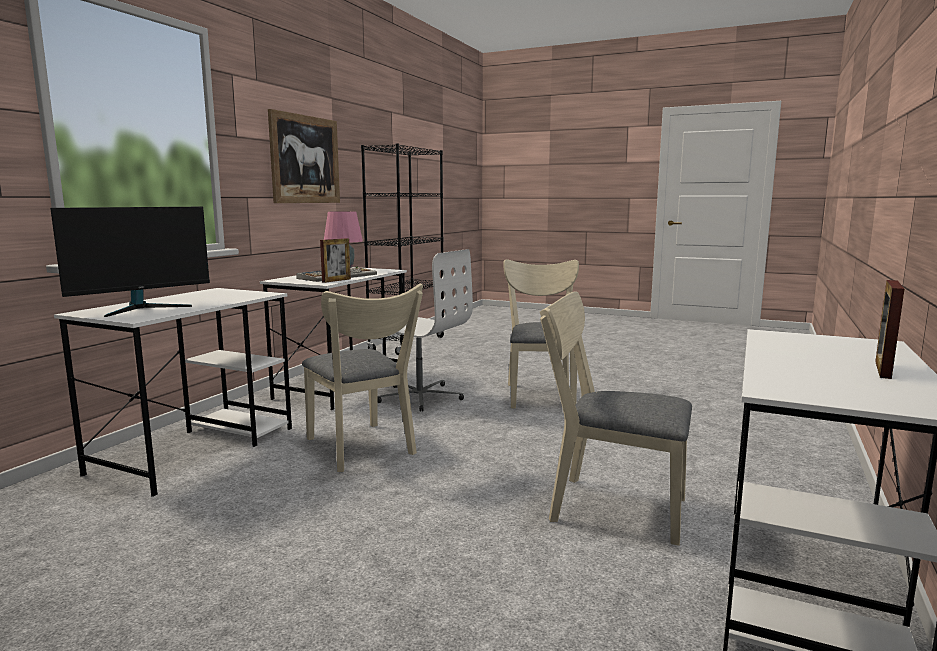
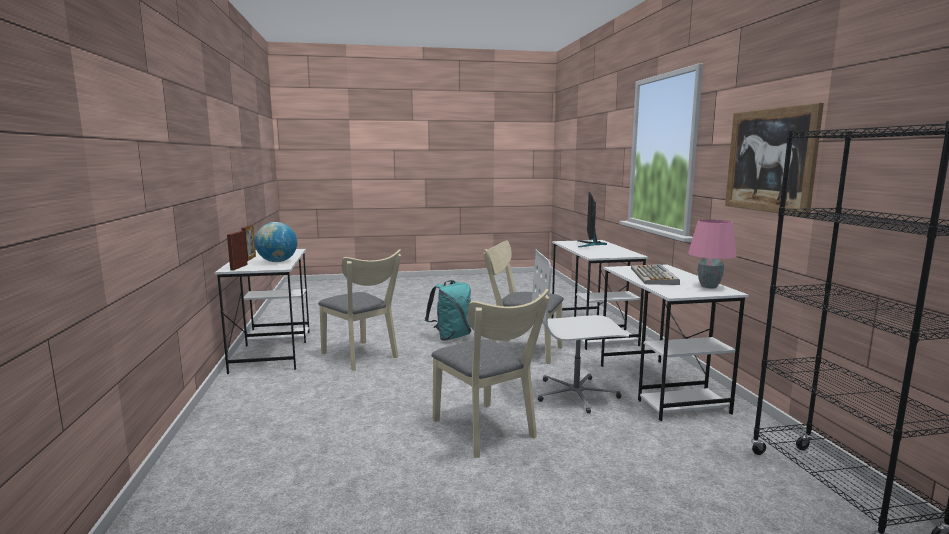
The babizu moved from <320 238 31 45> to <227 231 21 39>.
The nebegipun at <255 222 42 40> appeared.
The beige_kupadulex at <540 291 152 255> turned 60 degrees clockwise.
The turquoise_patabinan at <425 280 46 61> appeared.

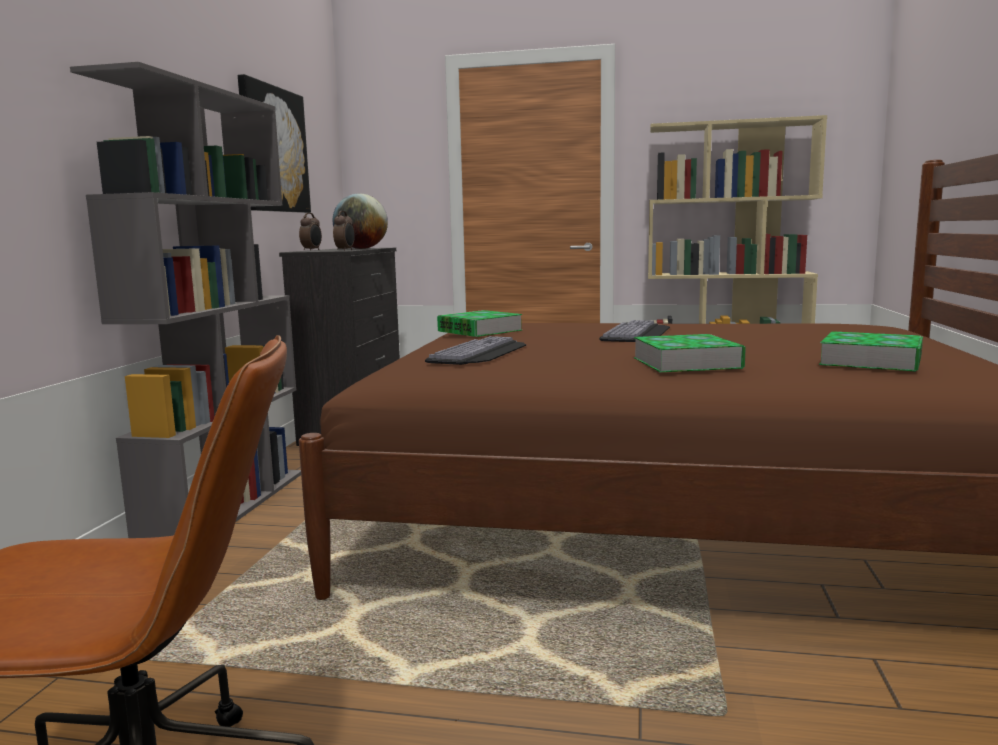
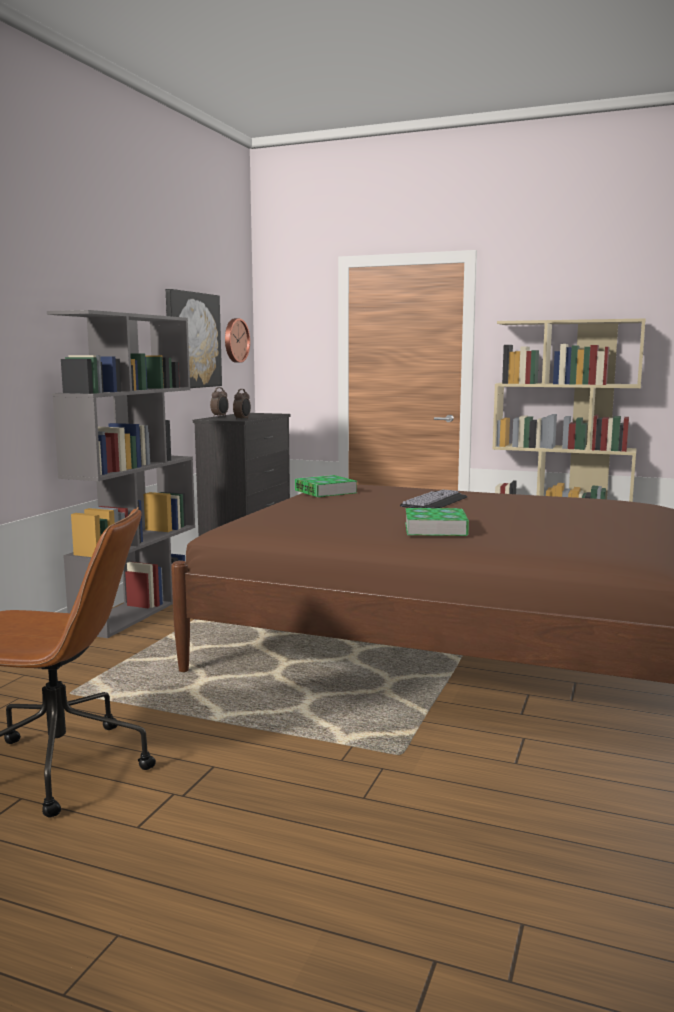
The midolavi at <225 318 25 45> appeared.
The nebegipun at <333 193 55 56> disappeared.
The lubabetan at <425 336 101 29> disappeared.
The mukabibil at <819 331 104 40> disappeared.

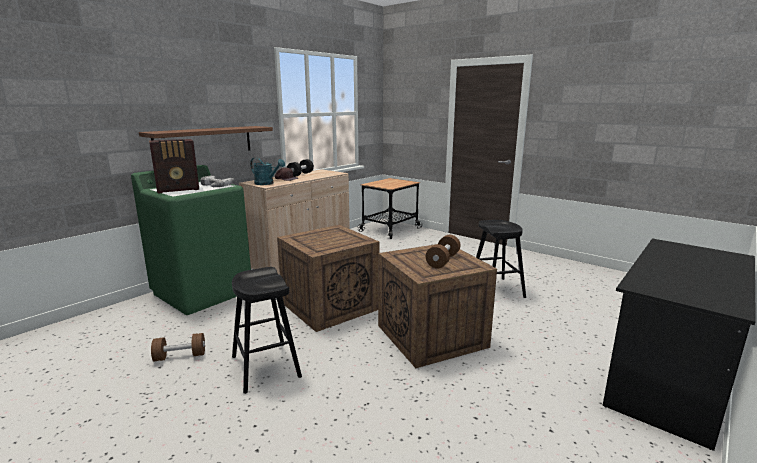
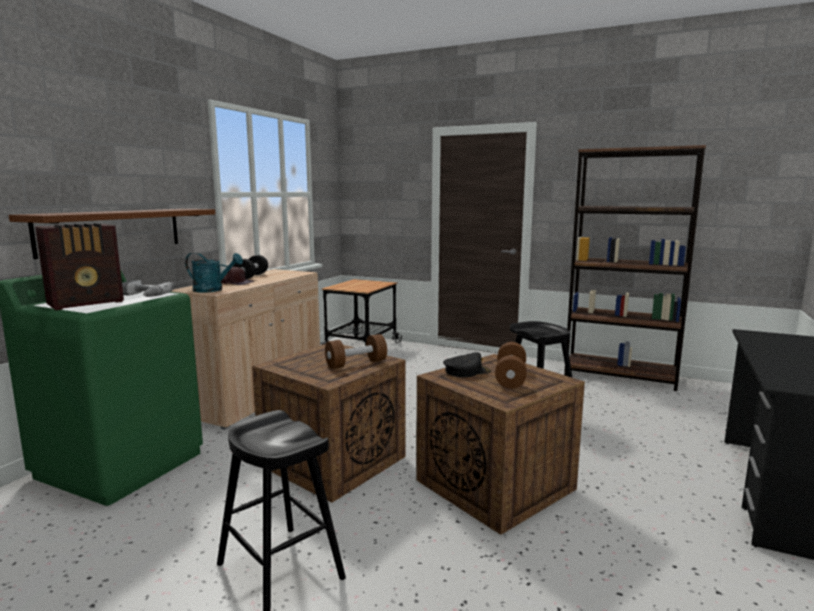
The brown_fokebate moved from <151 333 54 28> to <325 334 62 35>.
The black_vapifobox at <443 352 48 25> appeared.
The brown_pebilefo at <564 145 142 246> appeared.

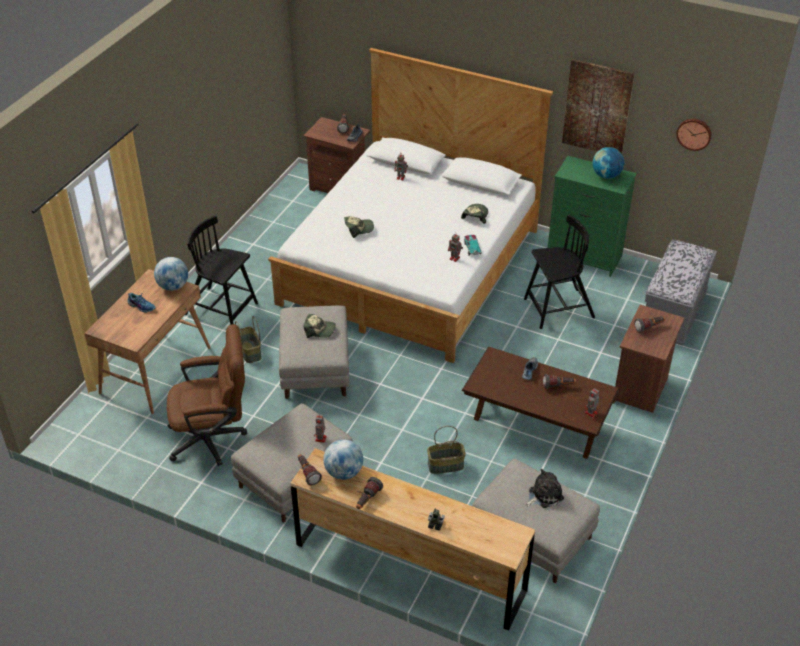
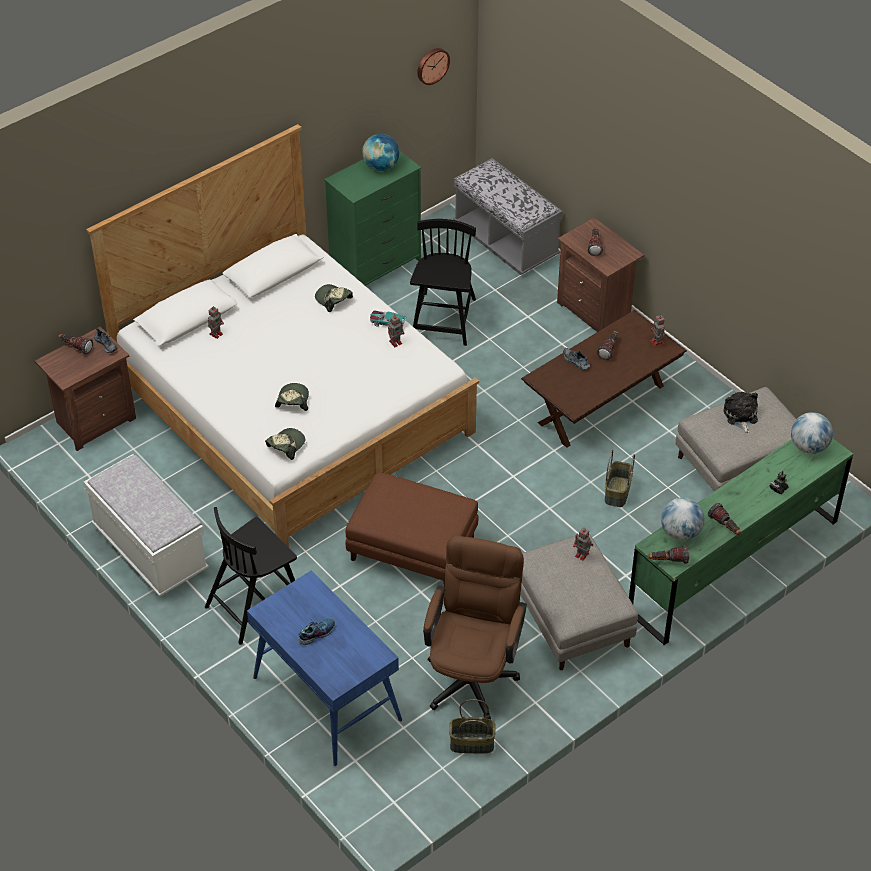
The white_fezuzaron at <84 454 125 143> appeared.
The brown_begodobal at <84 269 126 145> became the blue_begodobal at <247 570 155 196>.
The vapifobox moved from <303 314 33 24> to <265 428 40 32>.
The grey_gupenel at <279 305 70 94> became the brown_gupenel at <346 472 132 115>.
The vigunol moved from <235 316 27 47> to <449 699 47 54>.
The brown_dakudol at <290 448 245 182> became the green_dakudol at <629 438 224 207>.
The nebegipun moved from <154 257 34 34> to <791 412 42 42>.
The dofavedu at <562 59 73 95> disappeared.

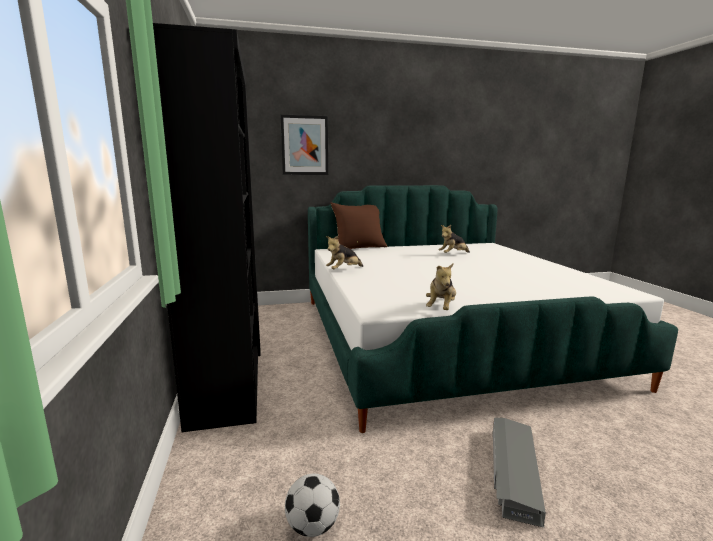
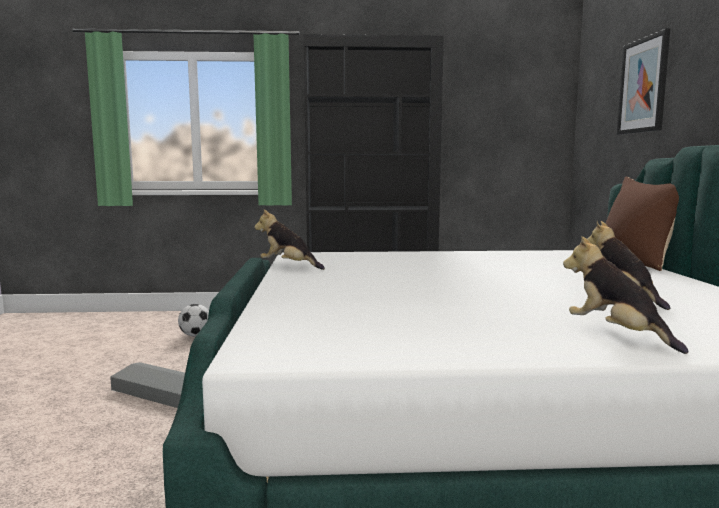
The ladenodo moved from <326 236 37 33> to <563 236 126 118>.

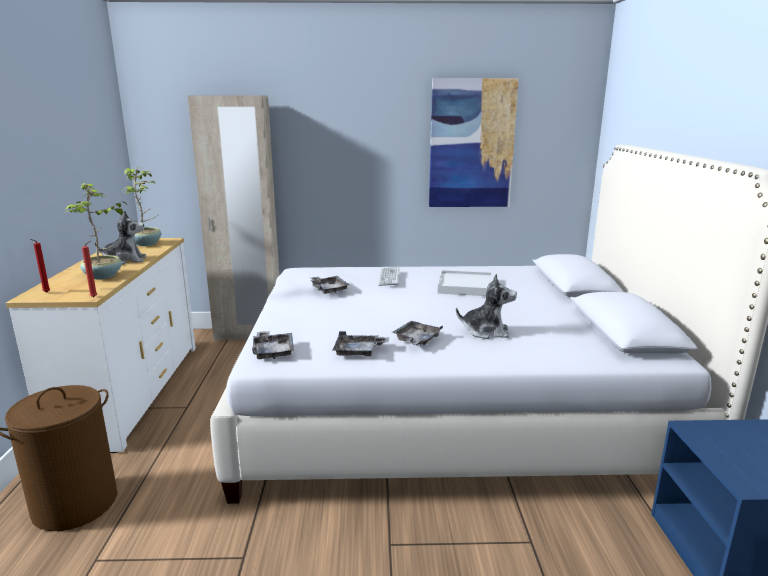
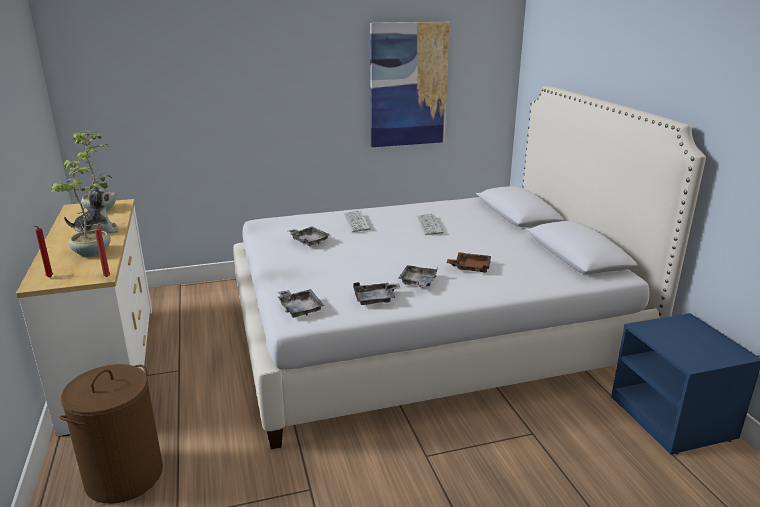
The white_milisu at <437 270 55 26> was replaced by the lubabetan at <417 213 27 22>.
The ladenodo at <456 274 61 65> was replaced by the brown_milisu at <447 252 44 21>.
The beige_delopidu at <188 95 91 246> disappeared.

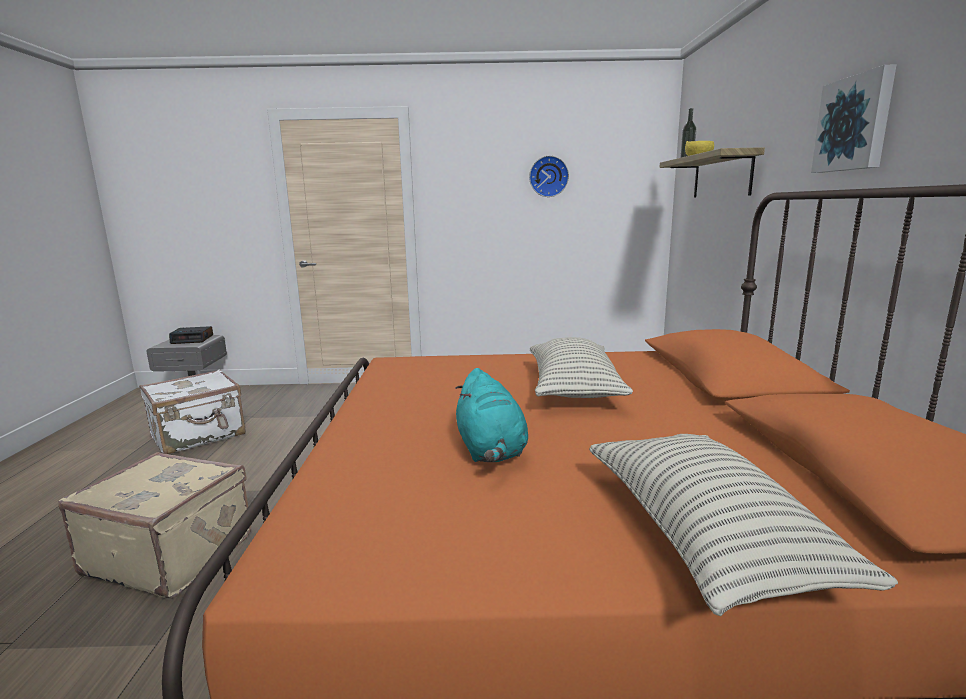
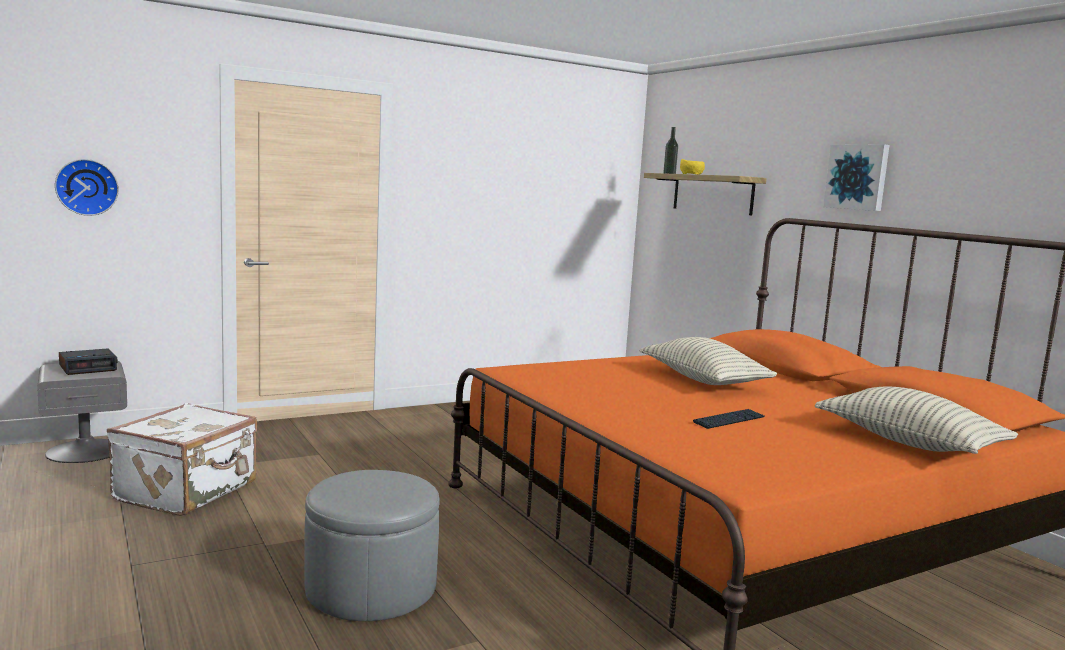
The midolavi moved from <529 156 40 41> to <55 159 64 57>.
The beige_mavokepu at <58 452 193 146> was replaced by the grey_gupenel at <304 470 136 151>.
The turquoise_ladenodo at <455 368 73 94> was replaced by the lubabetan at <693 409 72 20>.

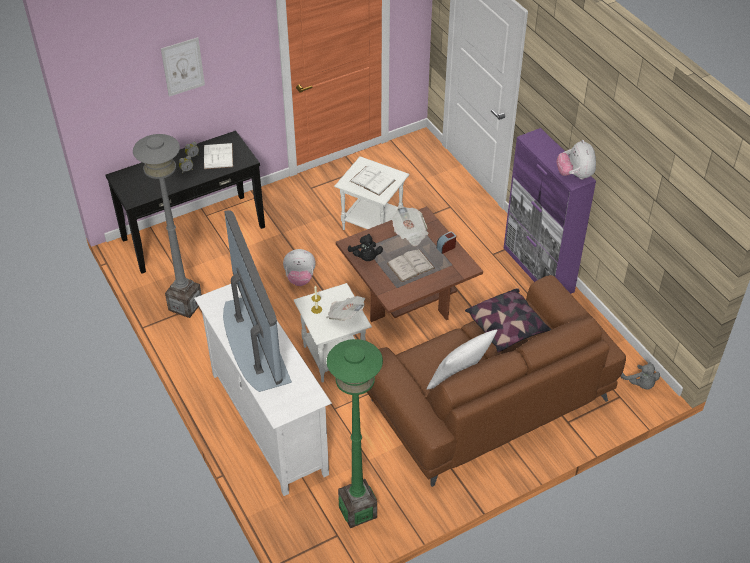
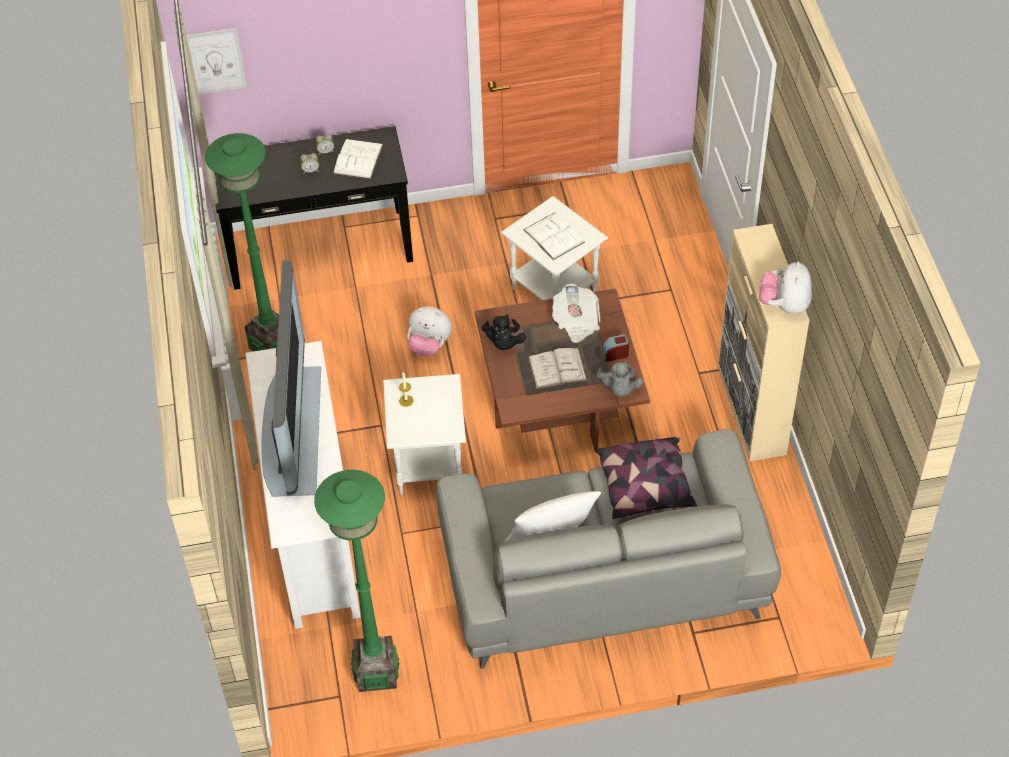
The dofavedu moved from <161 37 44 60> to <186 28 61 66>.
The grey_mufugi at <133 134 69 184> became the green_mufugi at <205 133 74 219>.
The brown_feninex at <367 275 259 212> became the grey_feninex at <435 429 346 240>.
The grey_ladenodo moved from <621 362 39 28> to <596 360 48 37>.
The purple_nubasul at <504 128 92 166> became the beige_nubasul at <717 224 93 237>.
The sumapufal at <326 296 39 25> disappeared.

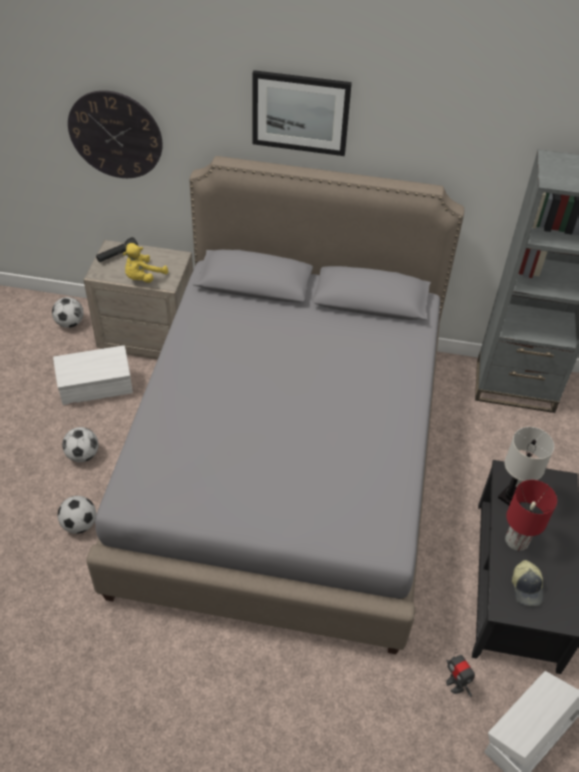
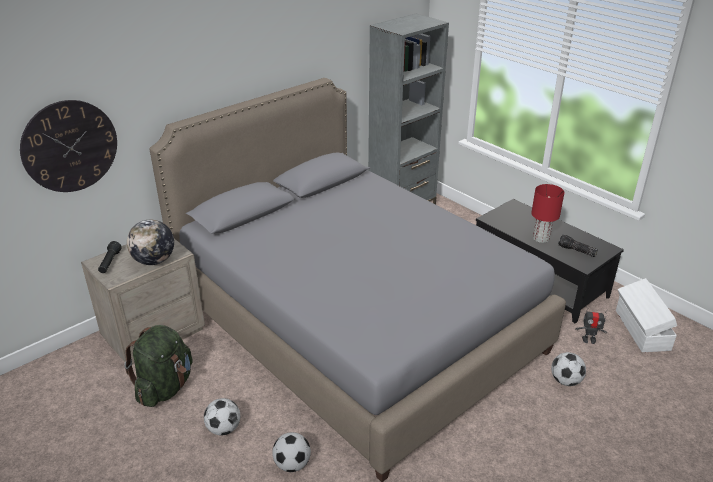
The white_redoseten at <53 345 80 60> was replaced by the green_patabinan at <124 325 68 82>.
The yellow_ladenodo at <123 243 45 40> was replaced by the nebegipun at <127 220 47 45>.
The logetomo moved from <52 297 32 31> to <551 352 35 34>.
The vapifobox at <512 560 31 46> was replaced by the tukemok at <558 234 40 23>.
The dofavedu at <253 70 99 86> disappeared.
The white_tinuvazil at <498 427 56 78> disappeared.

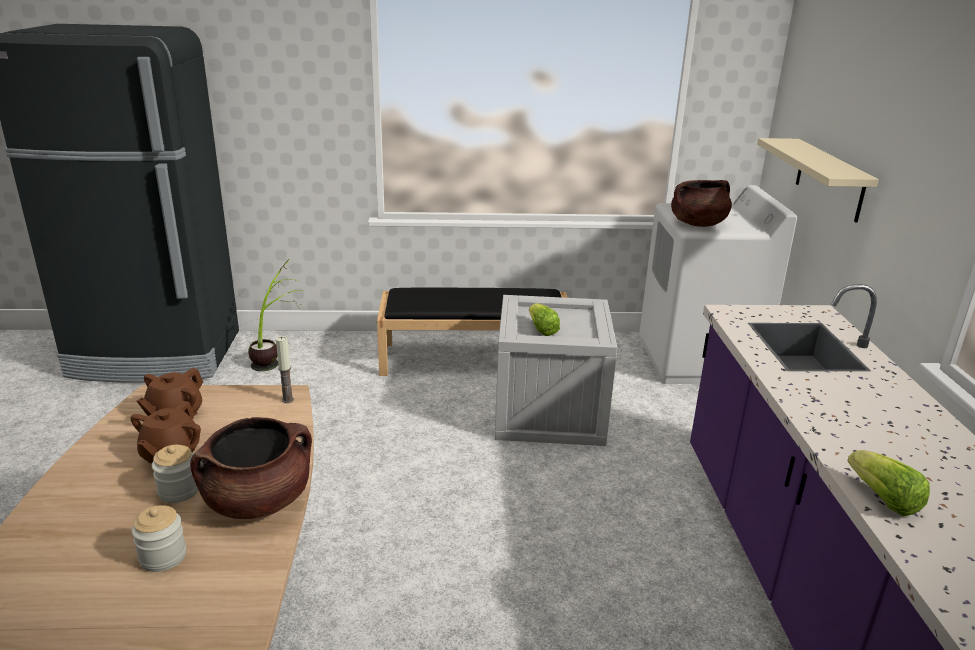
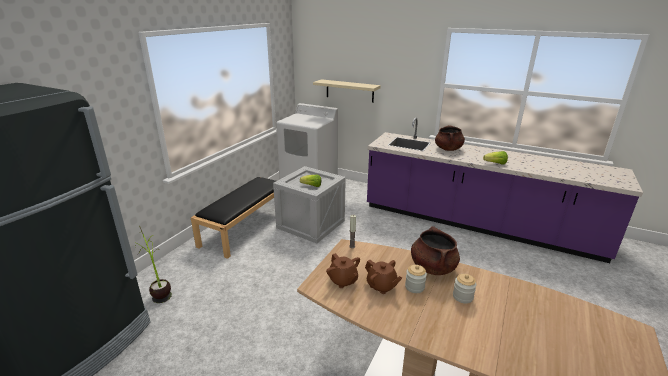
The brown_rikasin moved from <671 180 61 47> to <435 125 30 26>.

